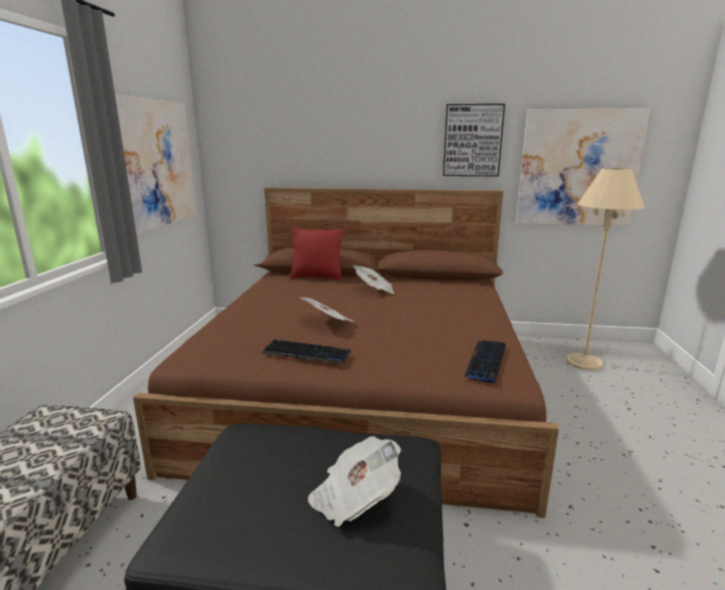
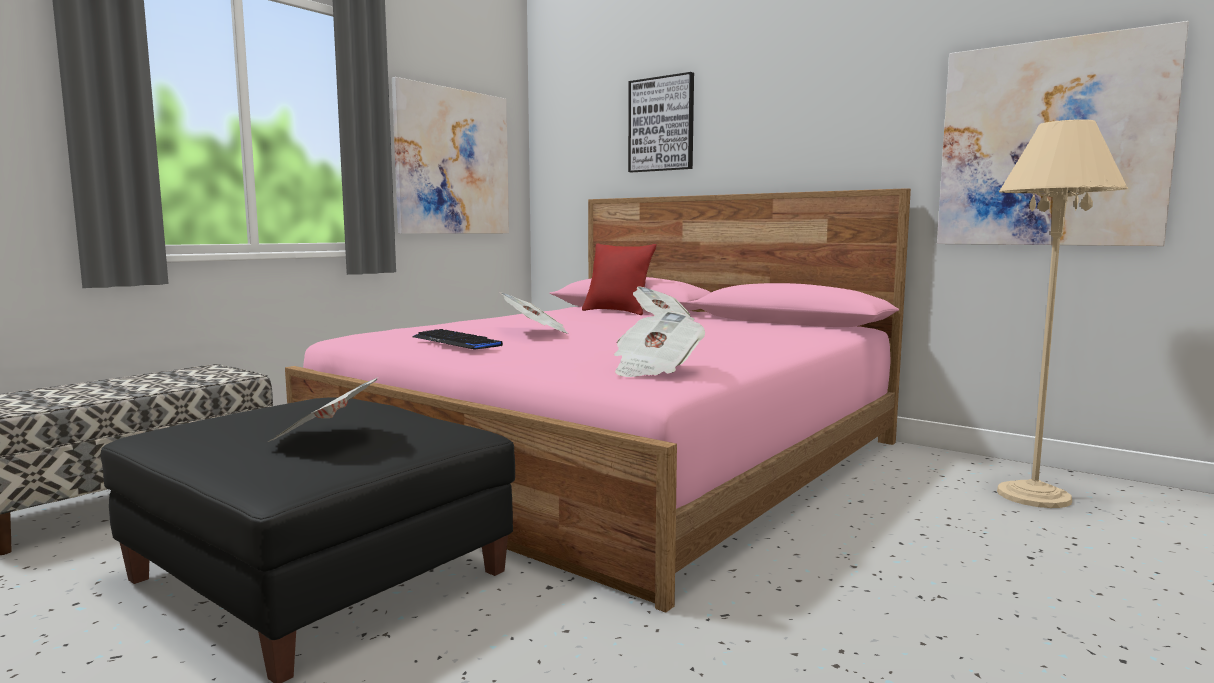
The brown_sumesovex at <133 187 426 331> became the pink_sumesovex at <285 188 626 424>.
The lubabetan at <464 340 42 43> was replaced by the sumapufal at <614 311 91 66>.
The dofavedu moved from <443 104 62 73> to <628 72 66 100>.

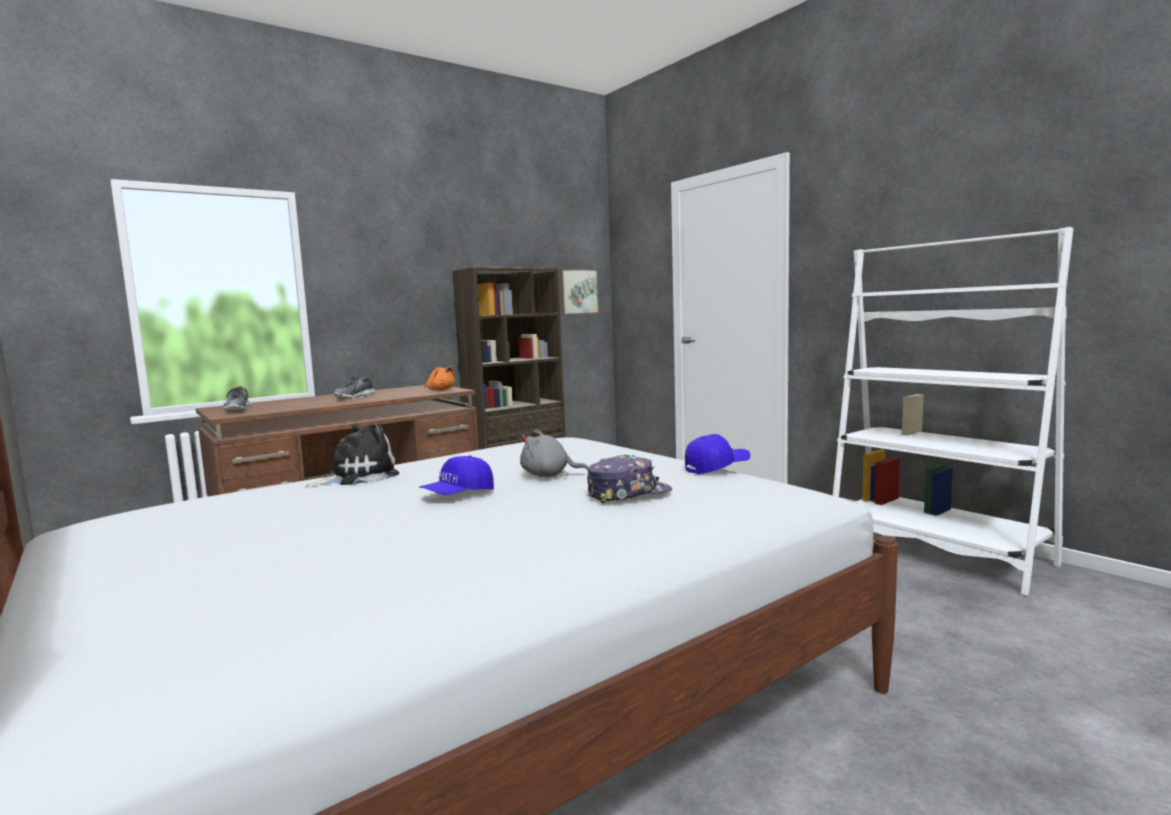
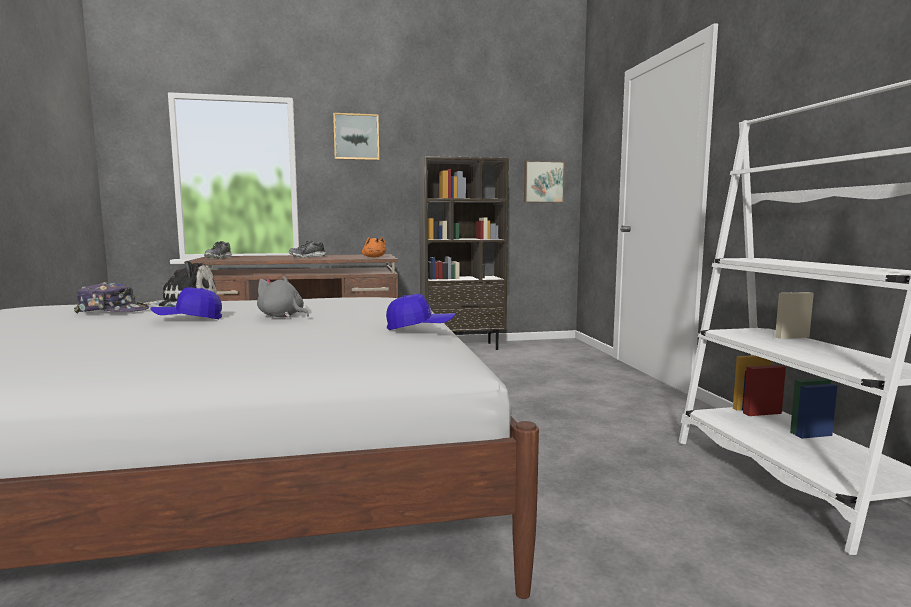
The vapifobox moved from <587 455 85 49> to <74 282 75 31>.
The dofavedu at <333 113 46 47> appeared.

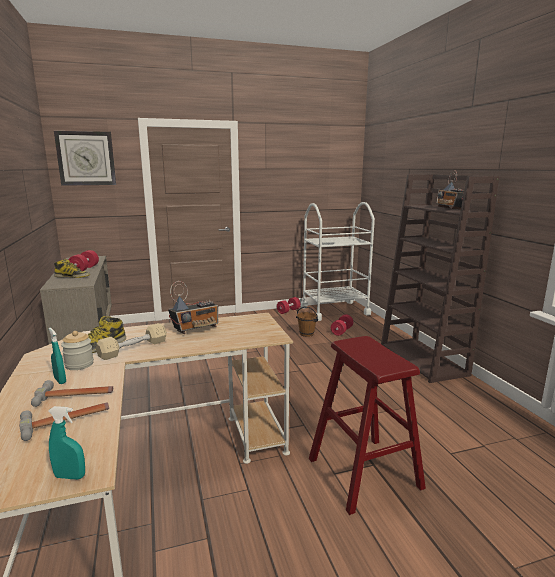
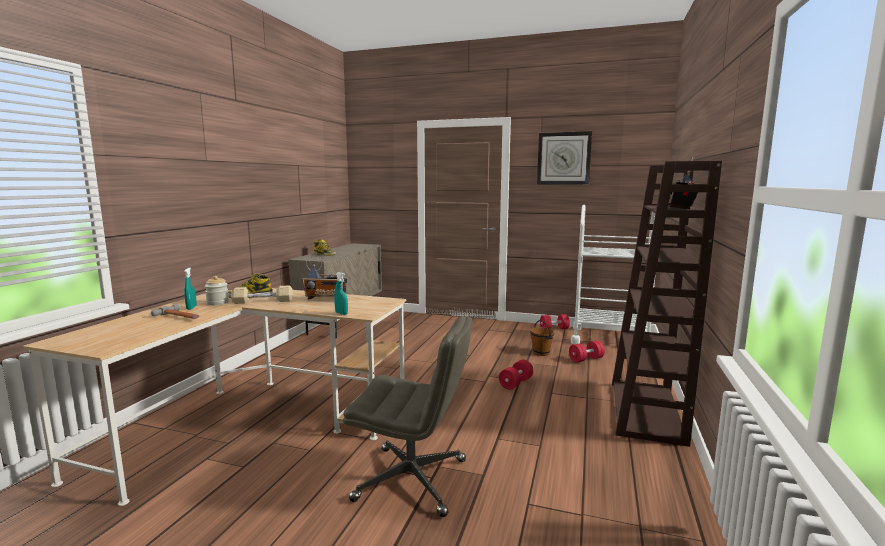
The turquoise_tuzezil moved from <48 406 37 74> to <334 272 14 43>.
The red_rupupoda at <309 336 117 179> was replaced by the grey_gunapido at <343 316 130 201>.
The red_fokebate moved from <68 250 31 21> to <499 360 35 30>.
The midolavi moved from <54 131 62 55> to <537 131 55 54>.
The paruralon at <19 402 90 39> disappeared.

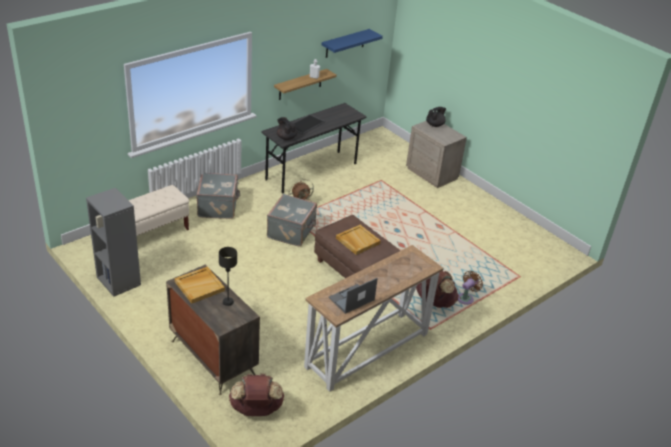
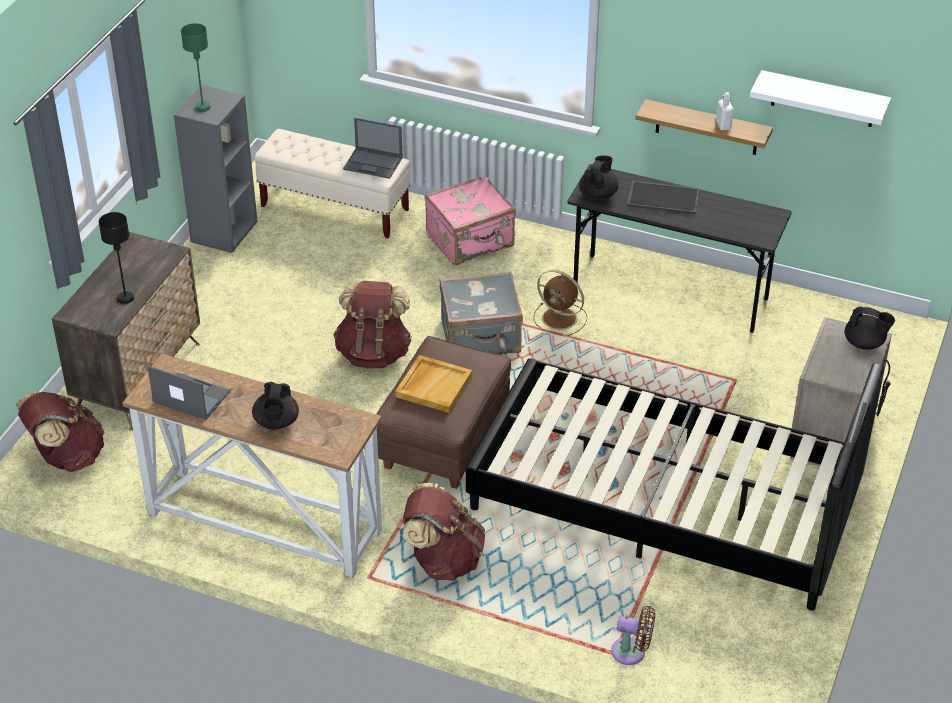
The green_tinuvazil at <181 23 30 89> appeared.
The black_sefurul at <252 382 47 48> appeared.
The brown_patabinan at <333 281 79 88> appeared.
The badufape at <343 117 60 62> appeared.
The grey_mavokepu at <196 173 44 46> became the pink_mavokepu at <424 177 92 88>.
The black_sumesovex at <466 359 418 252> appeared.
The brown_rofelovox moved from <458 271 25 34> to <611 606 44 59>.
The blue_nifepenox at <322 29 61 29> became the white_nifepenox at <750 70 141 57>.
The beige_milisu at <175 266 50 38> disappeared.

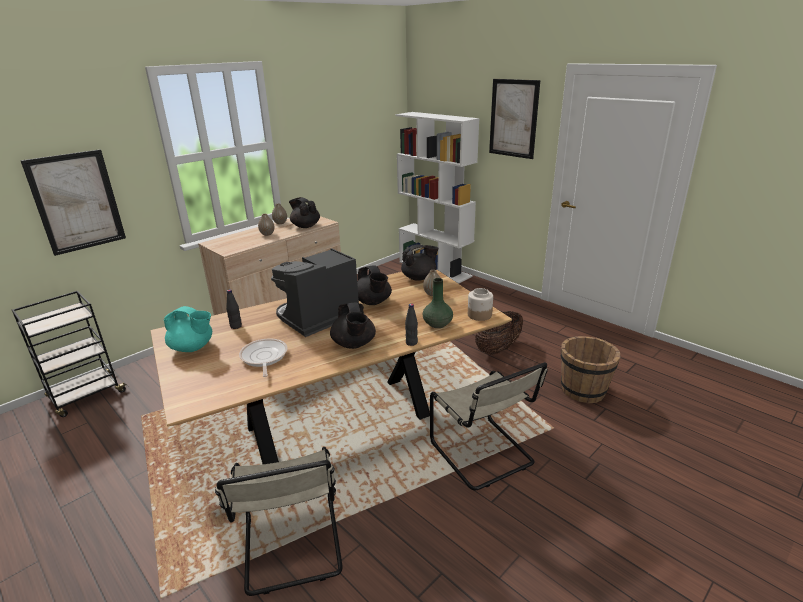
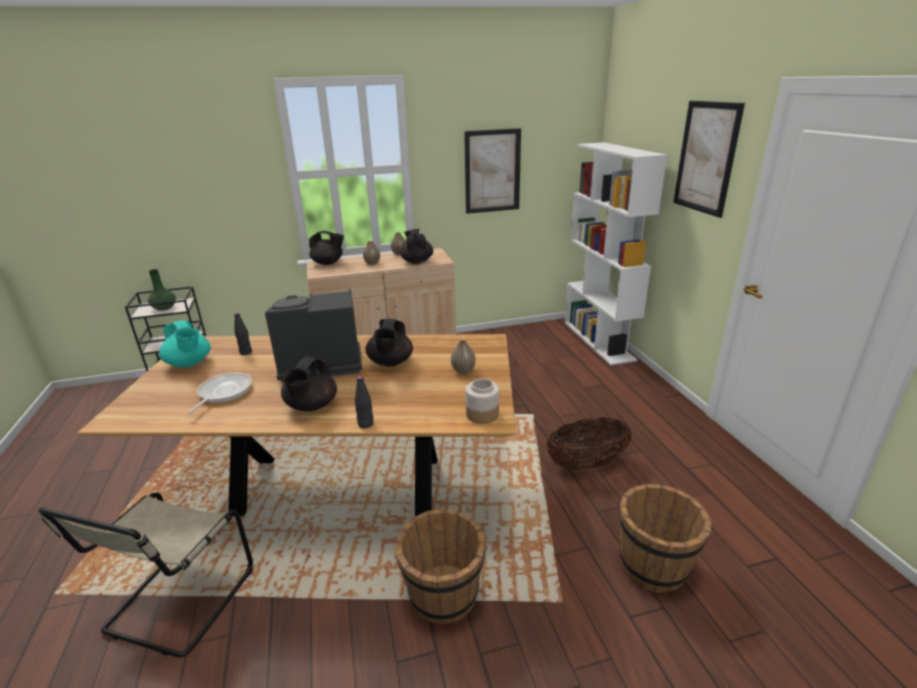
The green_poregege moved from <423 278 30 50> to <148 269 28 42>.
The black_sefurul moved from <401 245 38 36> to <309 231 35 34>.
The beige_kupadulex at <430 362 118 128> was replaced by the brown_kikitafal at <395 509 91 115>.
The dofavedu moved from <20 149 106 107> to <464 128 57 86>.

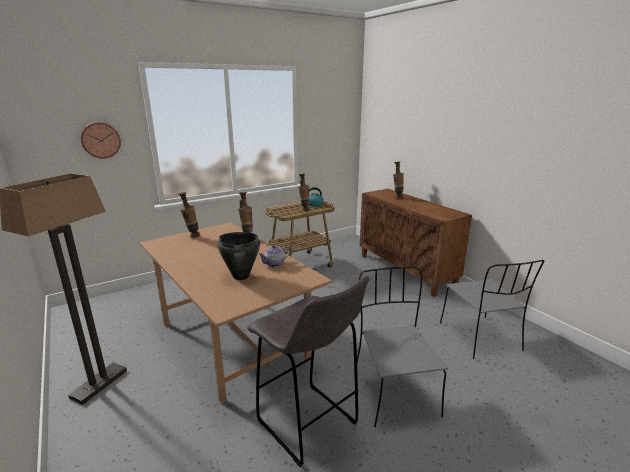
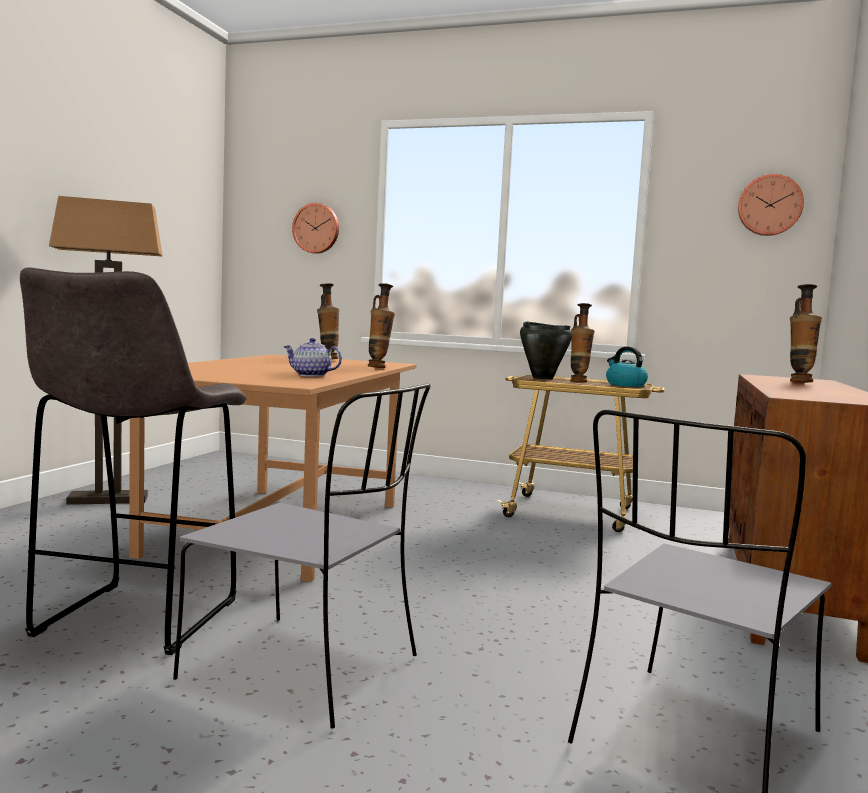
The grey_kupadulex at <357 267 91 160> turned 75 degrees clockwise.
The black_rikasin moved from <217 232 43 48> to <520 322 52 57>.
The midolavi at <738 174 66 62> appeared.

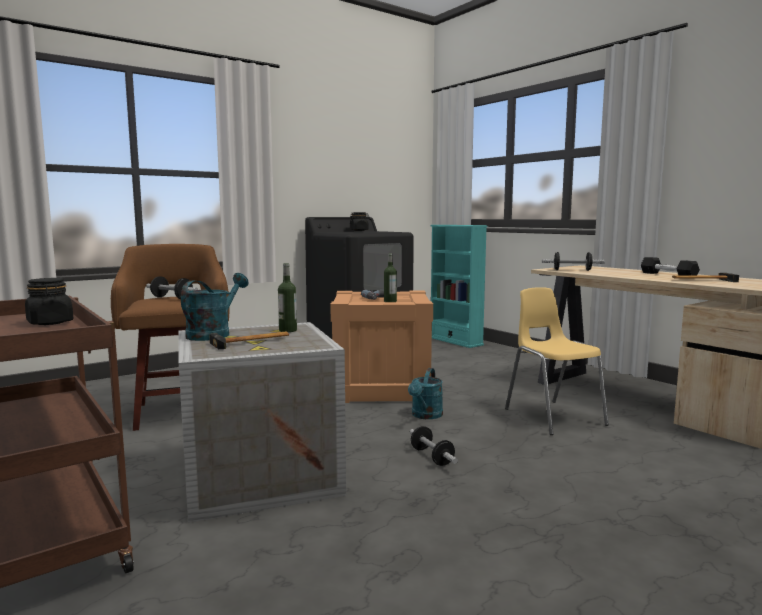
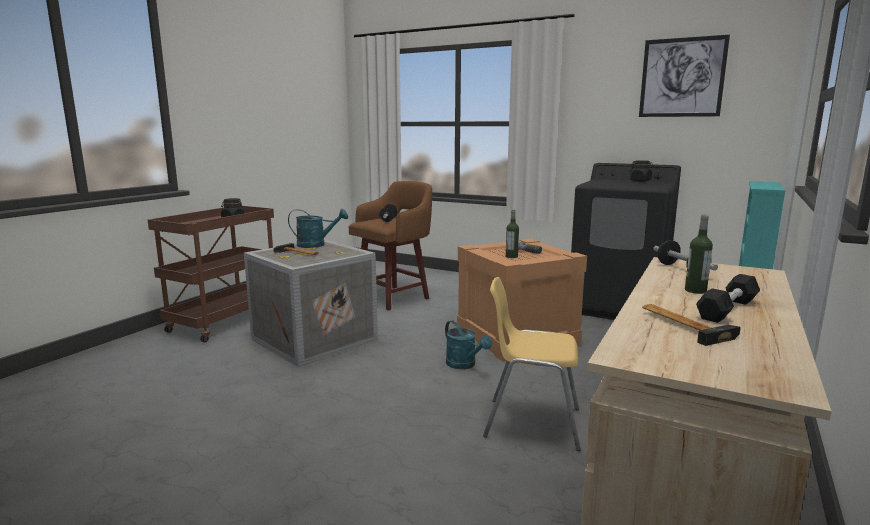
The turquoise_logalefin at <408 368 35 51> turned 120 degrees counterclockwise.
The yellow_kupadulex at <505 287 104 148> turned 120 degrees counterclockwise.
The dofavedu at <639 35 91 82> appeared.
The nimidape moved from <278 263 19 69> to <685 215 28 79>.
The fokebate at <410 426 48 40> disappeared.

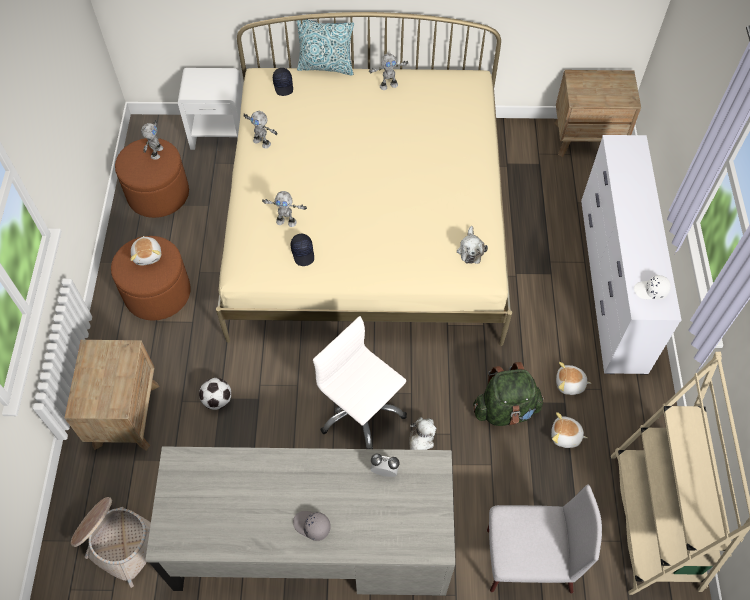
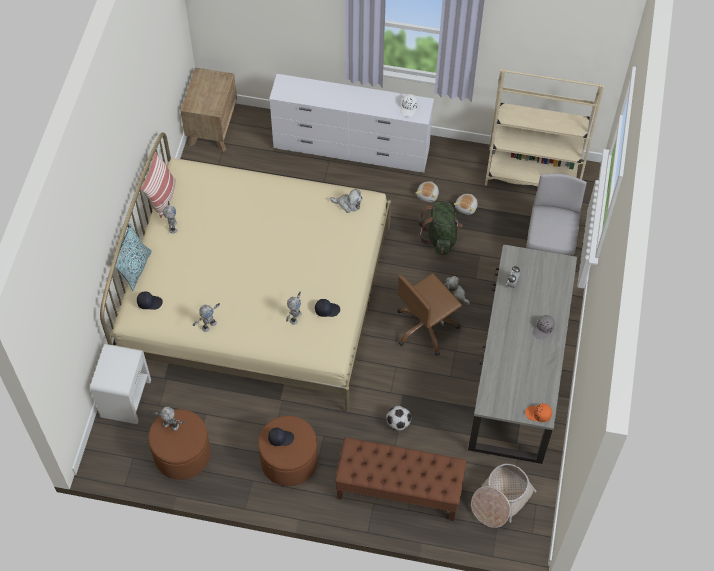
The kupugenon at <141 152 35 66> appeared.
The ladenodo at <130 236 31 30> was replaced by the black_vapifobox at <268 428 26 18>.
The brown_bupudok at <64 340 95 111> was replaced by the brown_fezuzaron at <335 437 132 84>.
The white_gunapido at <313 316 94 133> became the brown_gunapido at <397 273 65 83>.
The orange_vapifobox at <525 403 27 19> appeared.

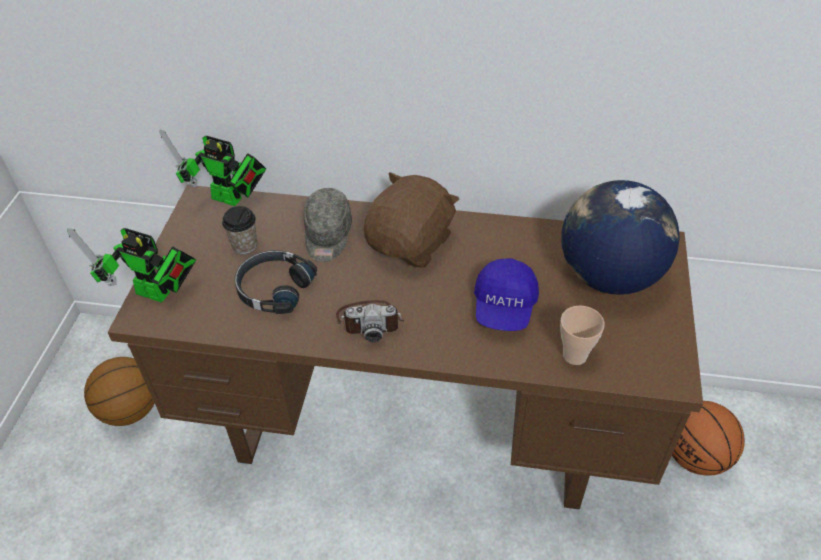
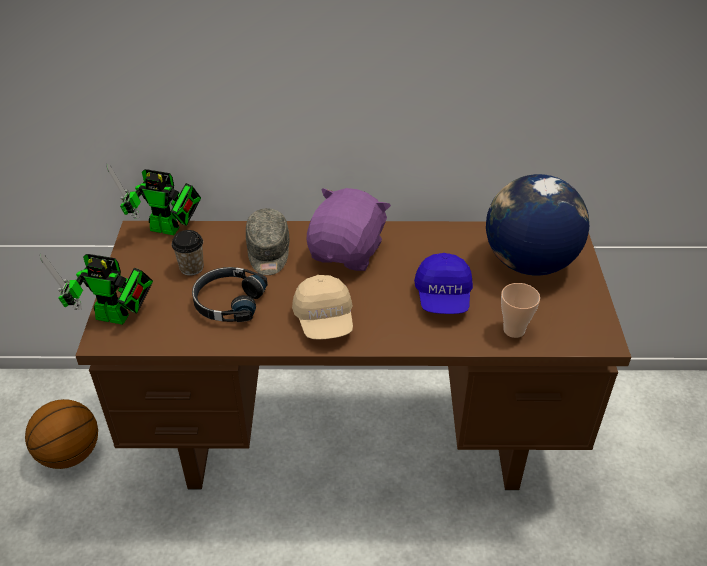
The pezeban at <336 300 68 42> was replaced by the beige_vapifobox at <292 275 61 64>.
The brown_ladenodo at <364 172 96 96> became the purple_ladenodo at <307 188 84 83>.
The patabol at <672 401 73 75> disappeared.

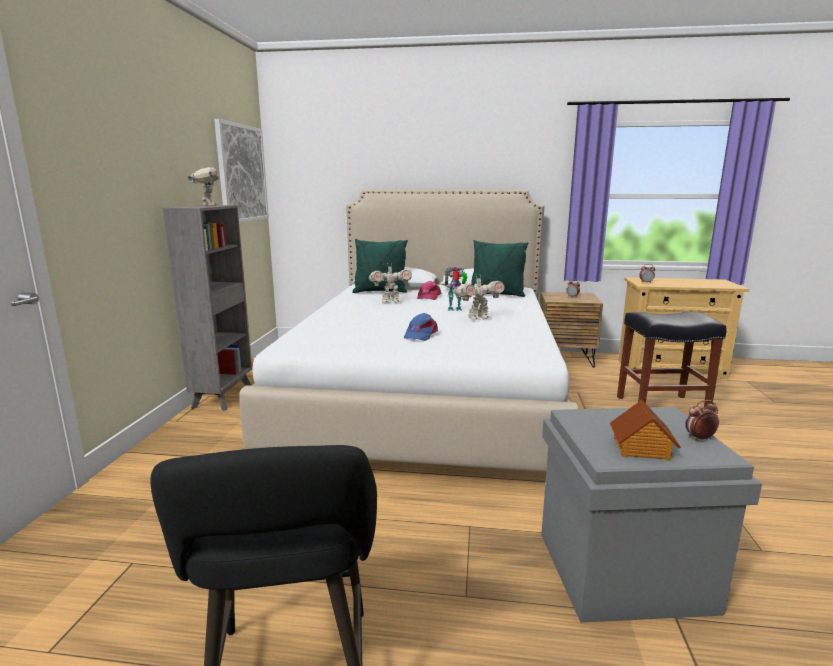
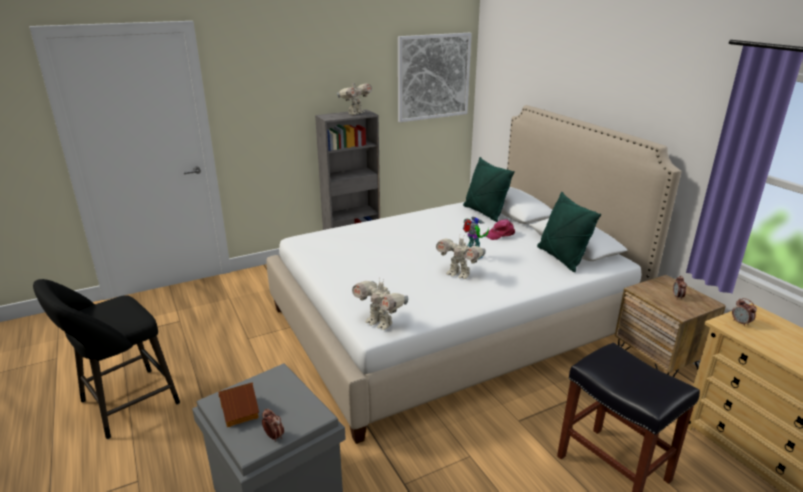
The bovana moved from <369 263 43 40> to <352 277 56 53>.
The blue_vapifobox at <404 313 34 28> disappeared.

